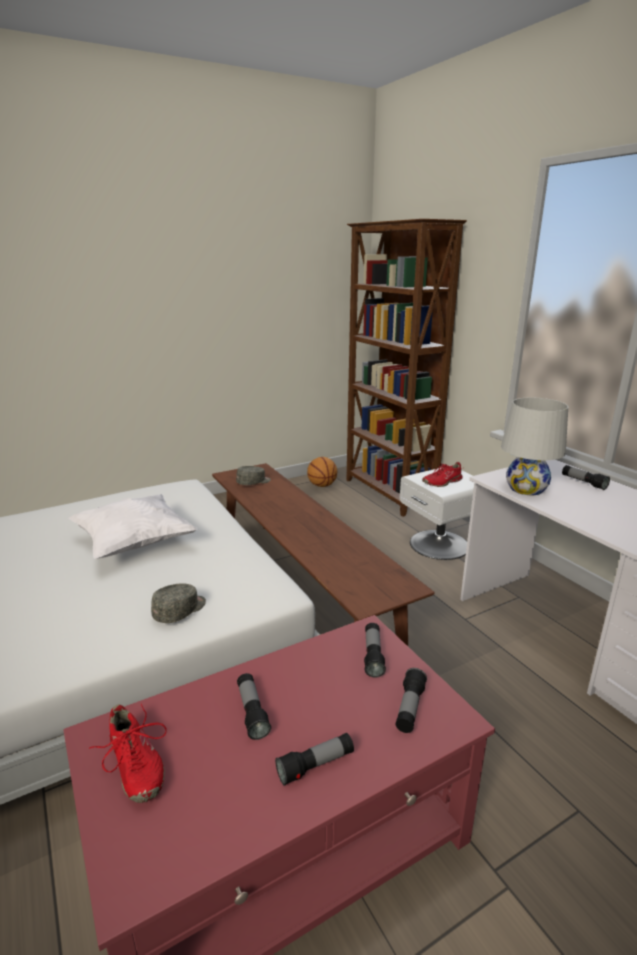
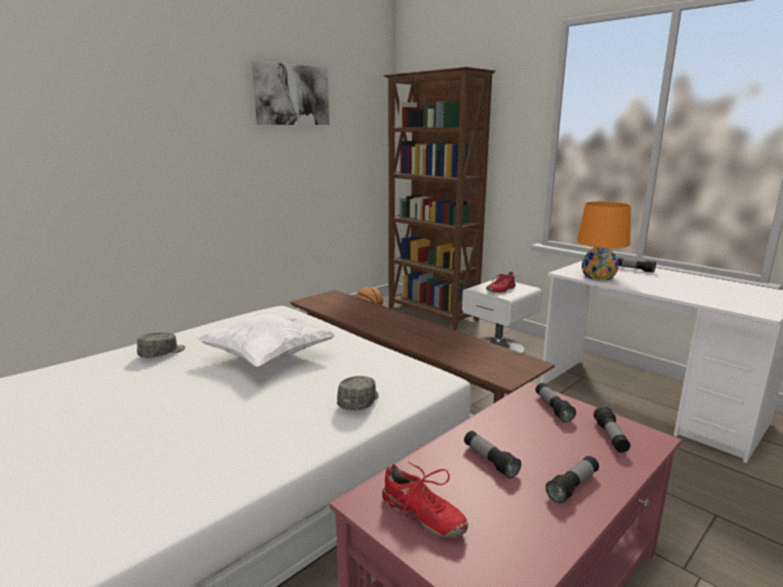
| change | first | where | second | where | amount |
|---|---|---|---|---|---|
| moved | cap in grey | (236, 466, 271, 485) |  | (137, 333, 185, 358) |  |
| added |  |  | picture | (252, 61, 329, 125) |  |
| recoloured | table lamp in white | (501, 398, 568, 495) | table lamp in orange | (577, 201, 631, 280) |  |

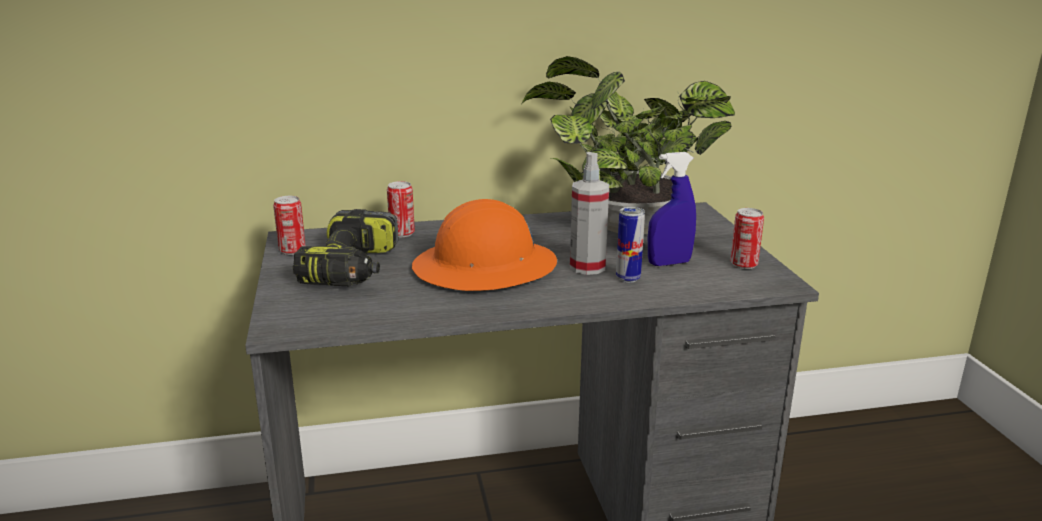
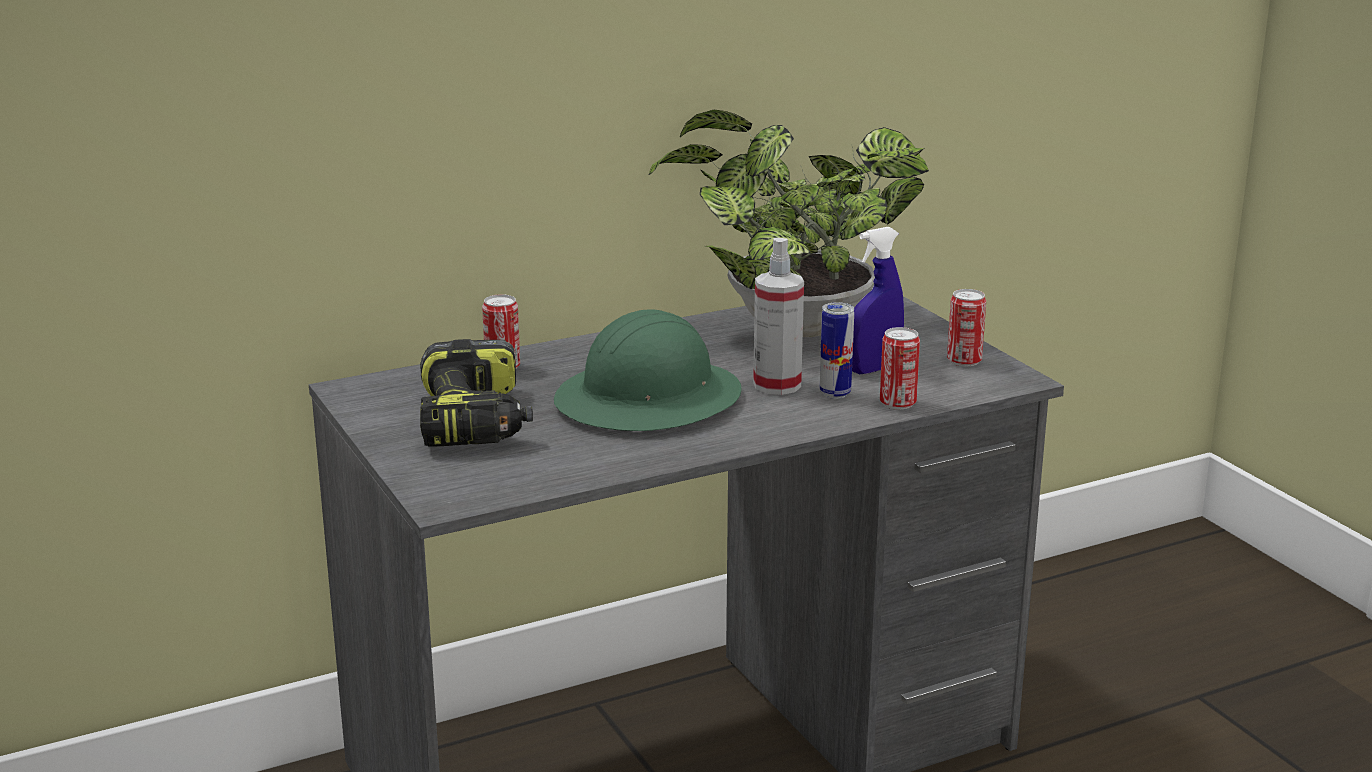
| change | first | where | second | where | amount |
|---|---|---|---|---|---|
| recoloured | hard hat in orange | (412, 199, 557, 291) | hard hat in green | (554, 309, 742, 431) |  |
| moved | can | (273, 196, 306, 255) |  | (880, 327, 920, 410) |  |

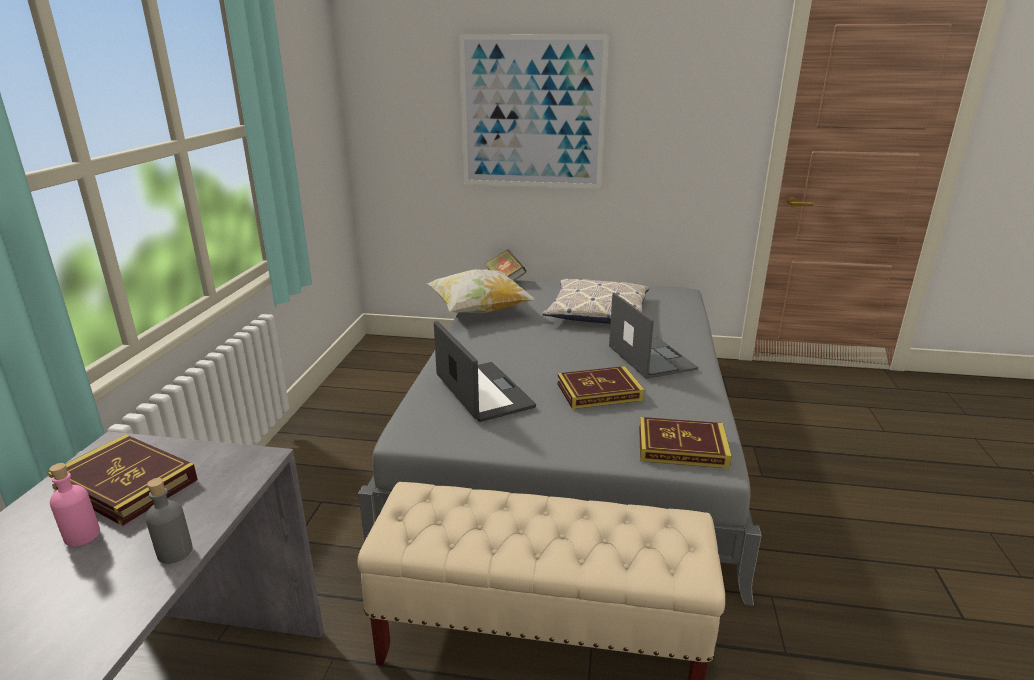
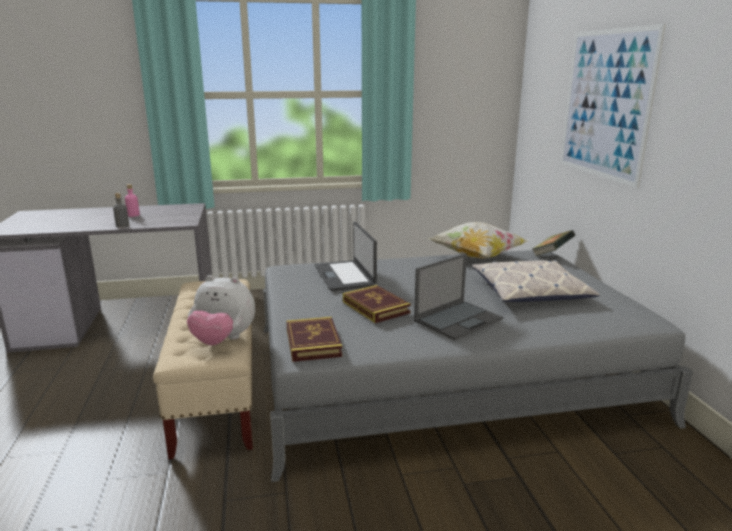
| change | first | where | second | where | amount |
|---|---|---|---|---|---|
| added |  |  | plush toy | (187, 275, 255, 345) |  |
| turned | laptop | (434, 321, 536, 422) |  | (315, 222, 377, 291) | 120 degrees clockwise |
| removed | book | (48, 434, 198, 526) |  |  |  |

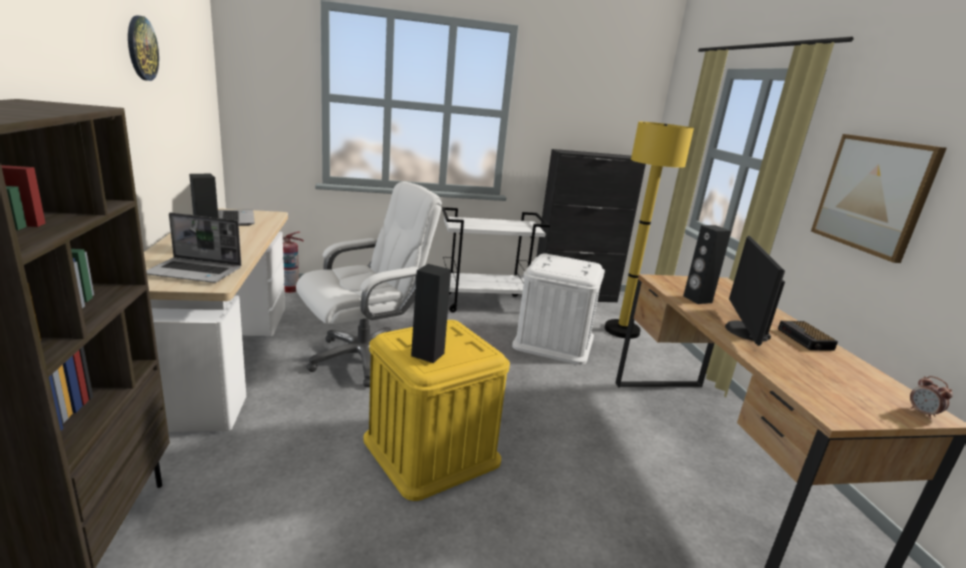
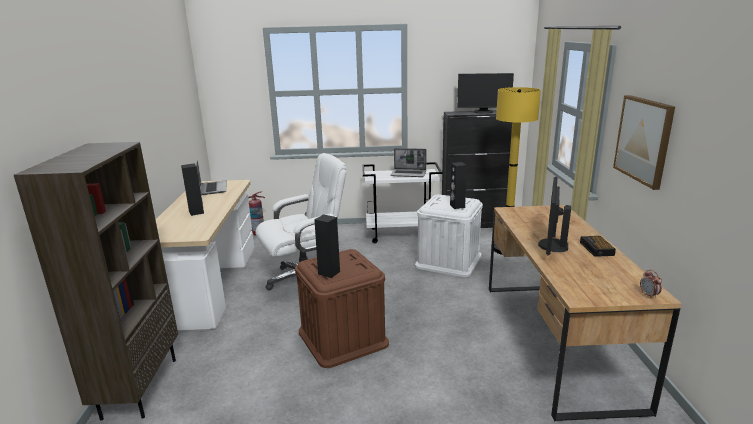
| change | first | where | second | where | amount |
|---|---|---|---|---|---|
| recoloured | storage box in yellow | (363, 320, 510, 501) | storage box in brown | (295, 249, 389, 368) |  |
| moved | laptop | (146, 213, 241, 283) |  | (390, 148, 427, 177) |  |
| moved | speaker in black | (683, 225, 731, 304) |  | (450, 162, 467, 209) |  |
| added |  |  | monitor | (457, 73, 514, 114) |  |
| removed | wall clock | (128, 15, 159, 81) |  |  |  |

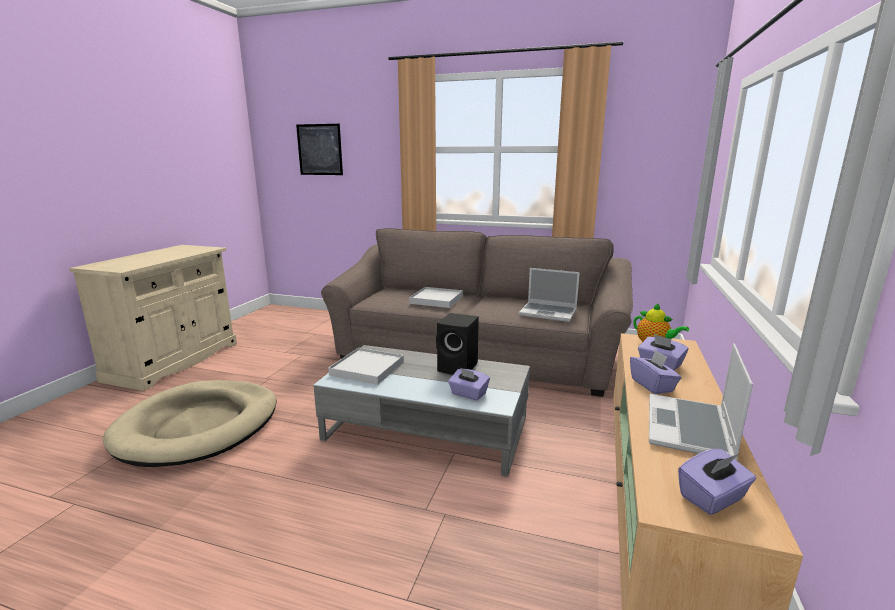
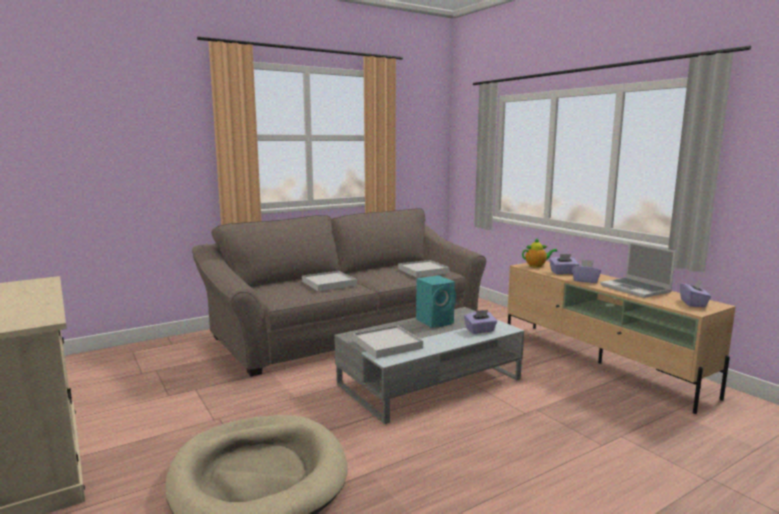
| change | first | where | second | where | amount |
|---|---|---|---|---|---|
| replaced | laptop | (519, 268, 580, 322) | tray in white | (398, 260, 450, 277) |  |
| recoloured | speaker in black | (436, 313, 479, 375) | speaker in turquoise | (416, 275, 456, 328) |  |
| removed | picture | (296, 124, 343, 175) |  |  |  |

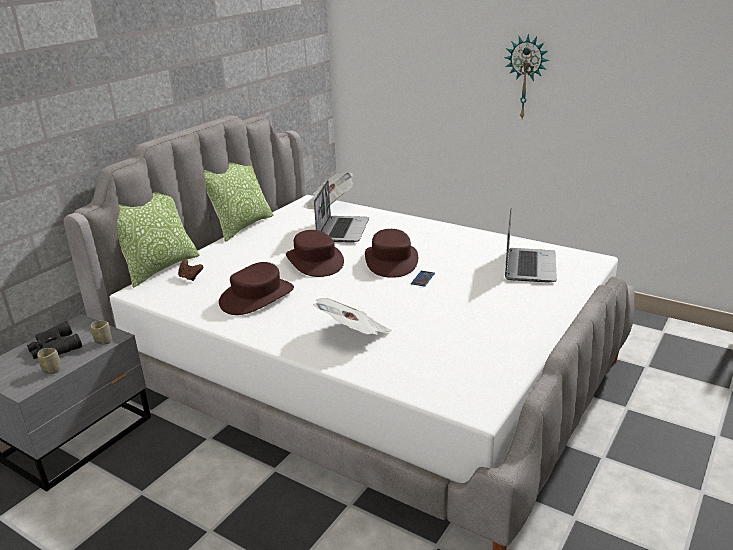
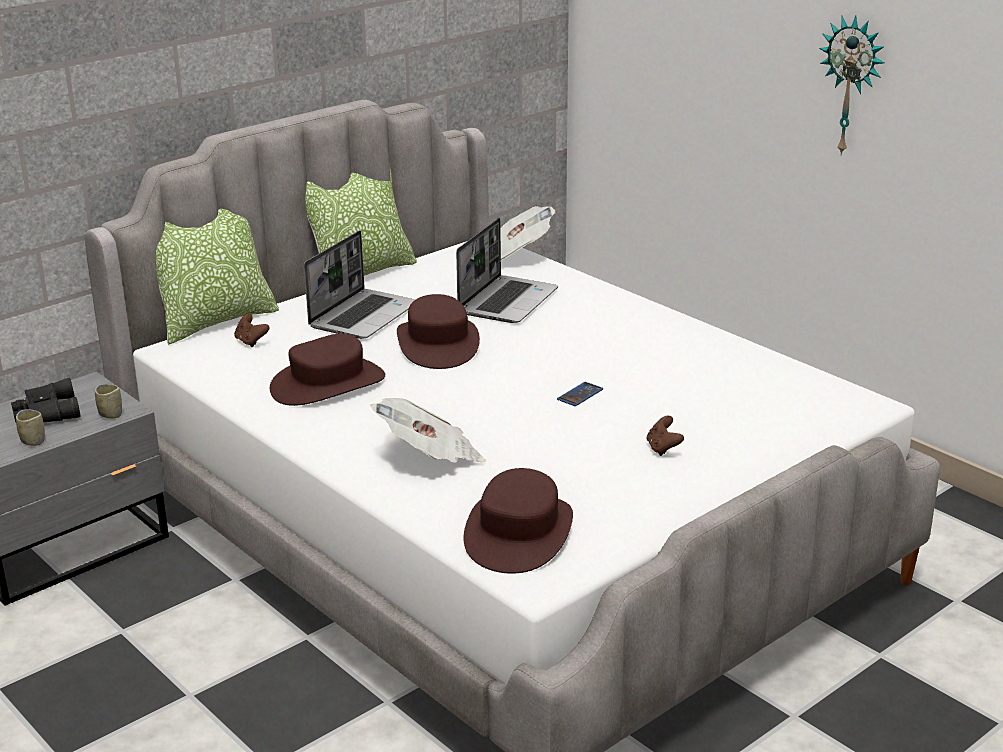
| change | first | where | second | where | amount |
|---|---|---|---|---|---|
| moved | laptop | (505, 208, 557, 283) |  | (304, 230, 415, 339) |  |
| moved | hat in brown | (365, 229, 418, 278) |  | (464, 468, 573, 574) |  |
| added |  |  | game controller in brown | (647, 416, 684, 456) |  |

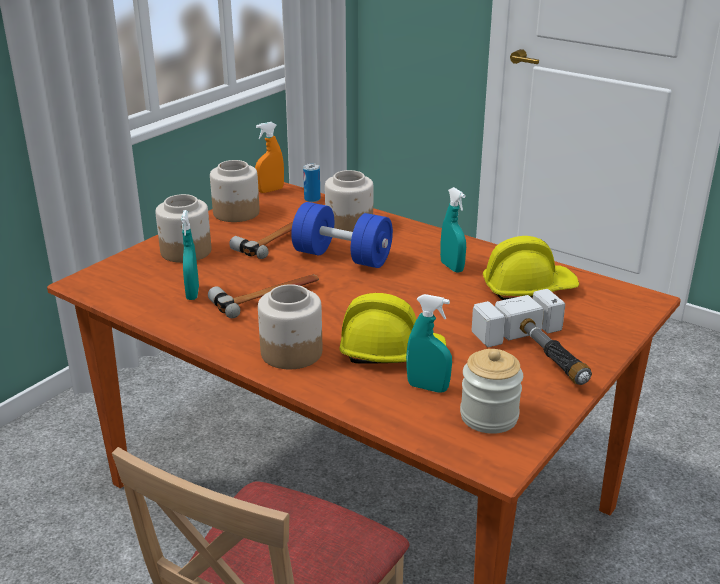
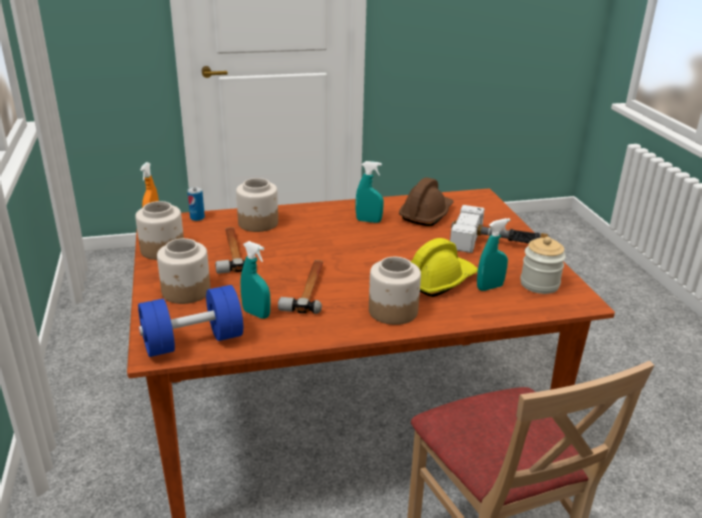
| change | first | where | second | where | amount |
|---|---|---|---|---|---|
| moved | dumbbell in blue | (291, 202, 393, 268) |  | (138, 285, 243, 357) |  |
| recoloured | hard hat in yellow | (483, 236, 579, 300) | hard hat in brown | (399, 177, 454, 226) |  |

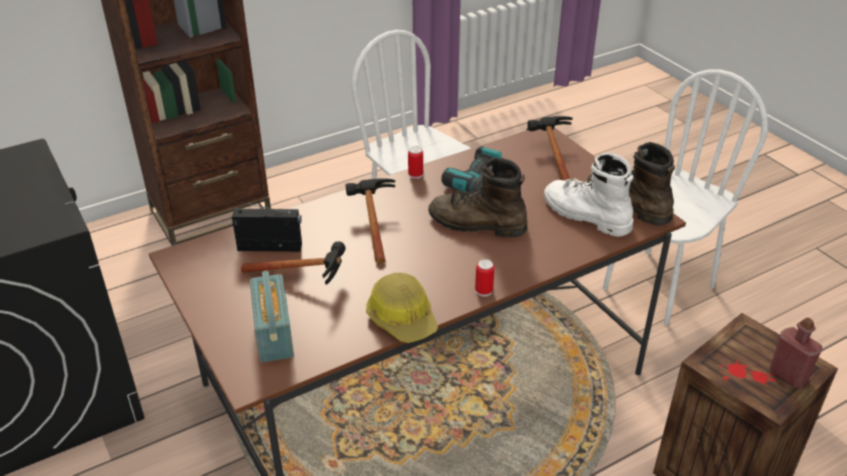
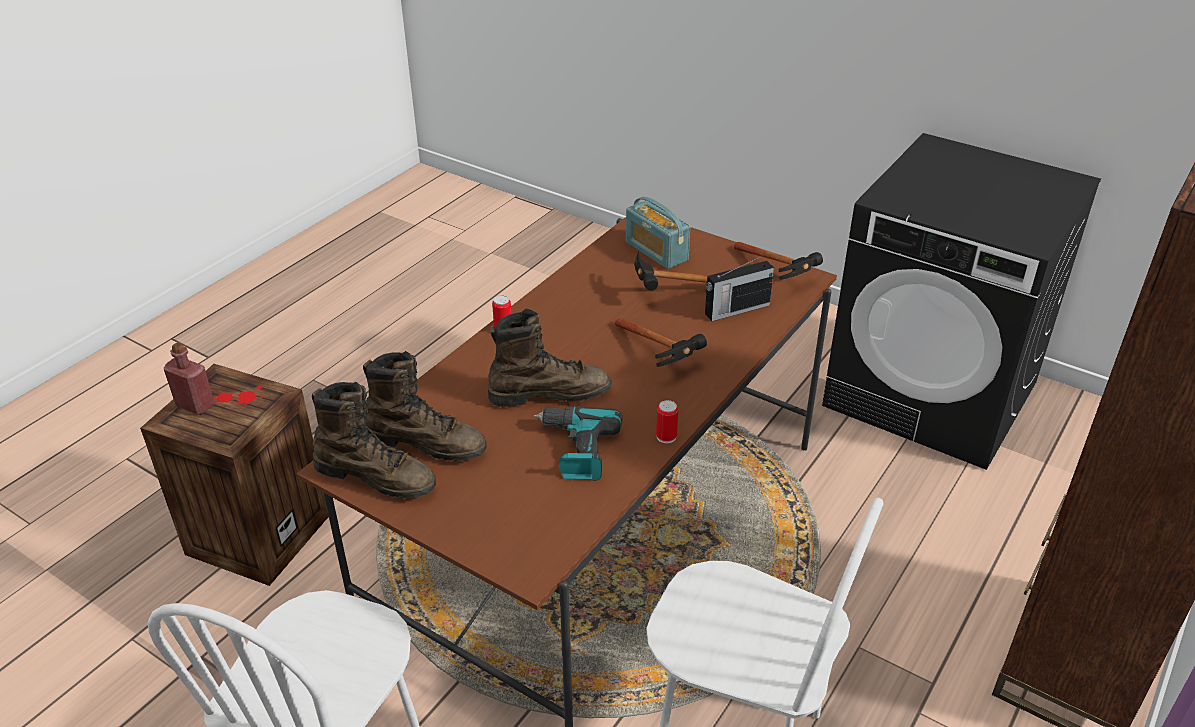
| change | first | where | second | where | amount |
|---|---|---|---|---|---|
| recoloured | boot in white | (544, 152, 633, 237) | boot in brown | (363, 351, 487, 461) |  |
| moved | hammer | (528, 116, 573, 181) |  | (734, 242, 823, 280) |  |
| removed | hard hat | (366, 273, 438, 343) |  |  |  |

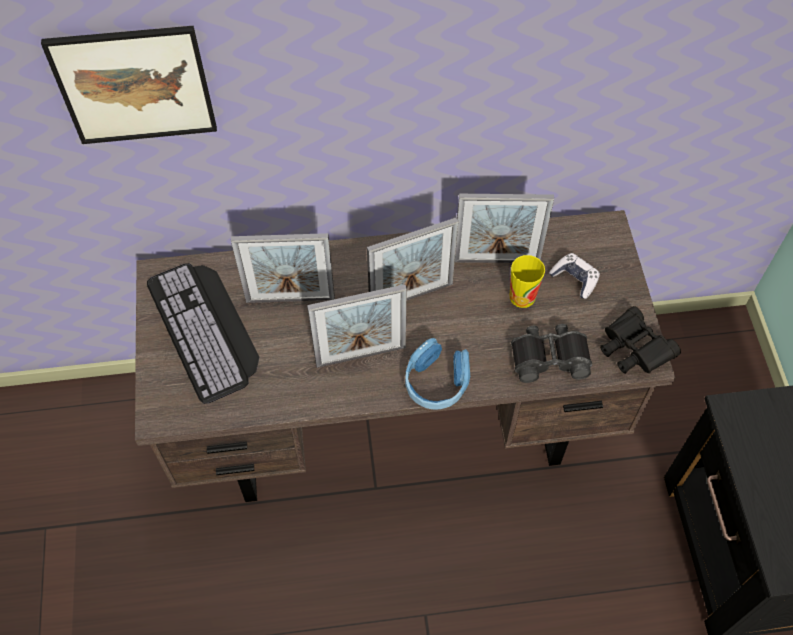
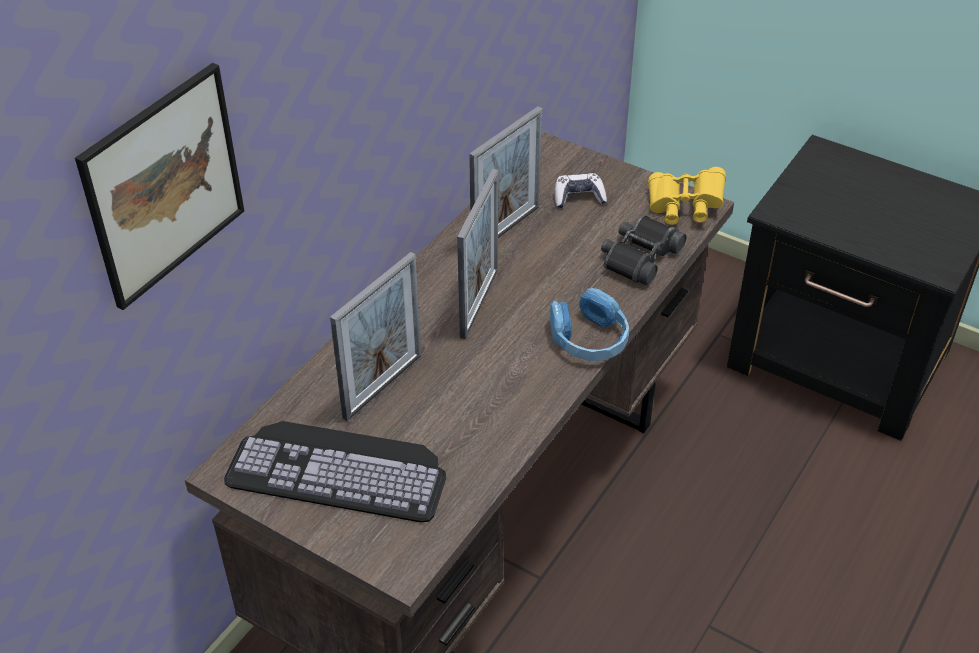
| change | first | where | second | where | amount |
|---|---|---|---|---|---|
| recoloured | binoculars in black | (600, 306, 681, 374) | binoculars in yellow | (648, 167, 726, 225) |  |
| removed | picture frame | (307, 284, 407, 368) |  |  |  |
| removed | cup | (510, 255, 545, 308) |  |  |  |

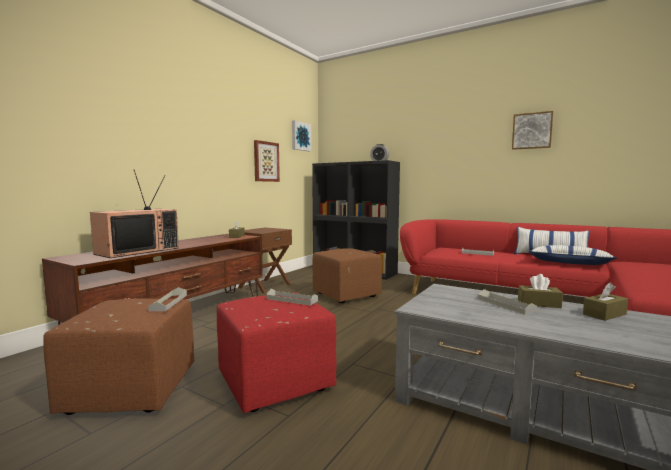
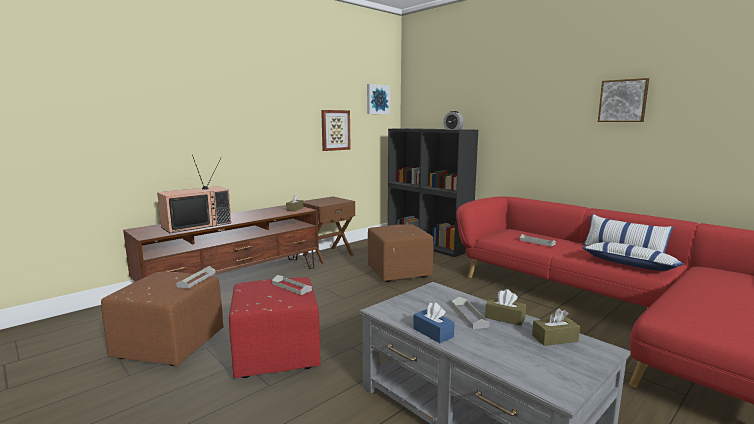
| change | first | where | second | where | amount |
|---|---|---|---|---|---|
| added |  |  | tissue box in blue | (413, 302, 455, 343) |  |

